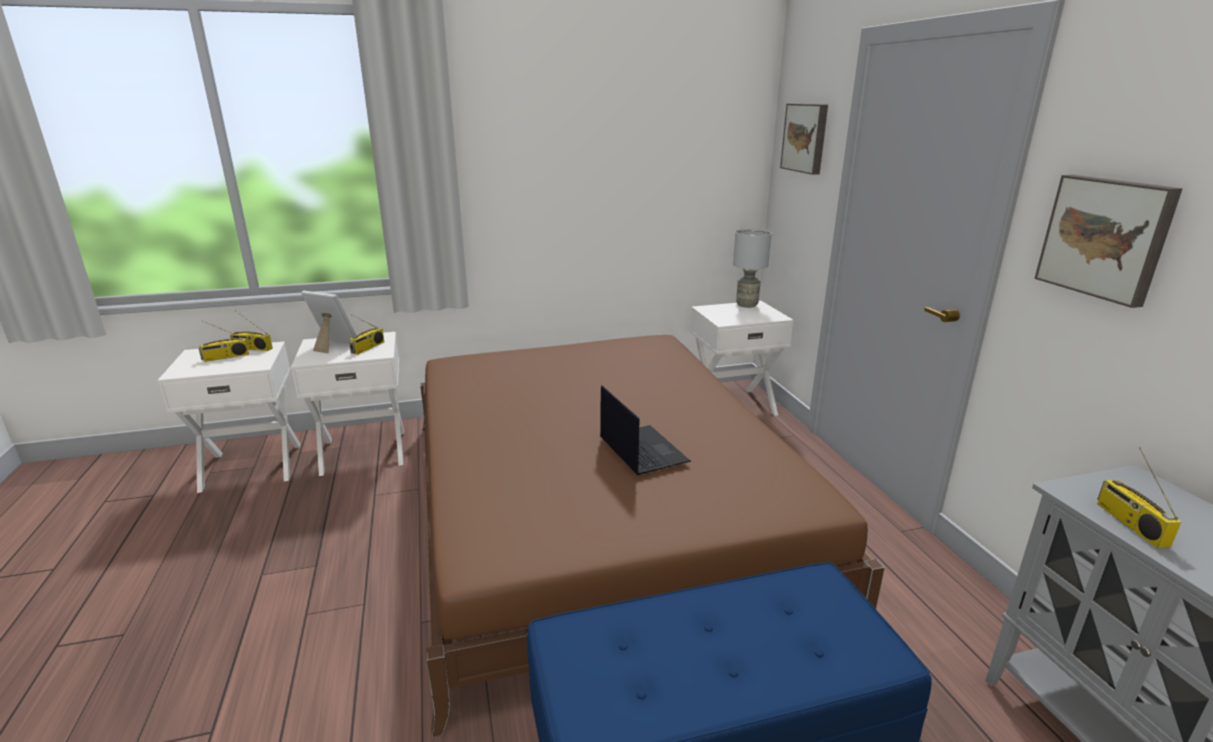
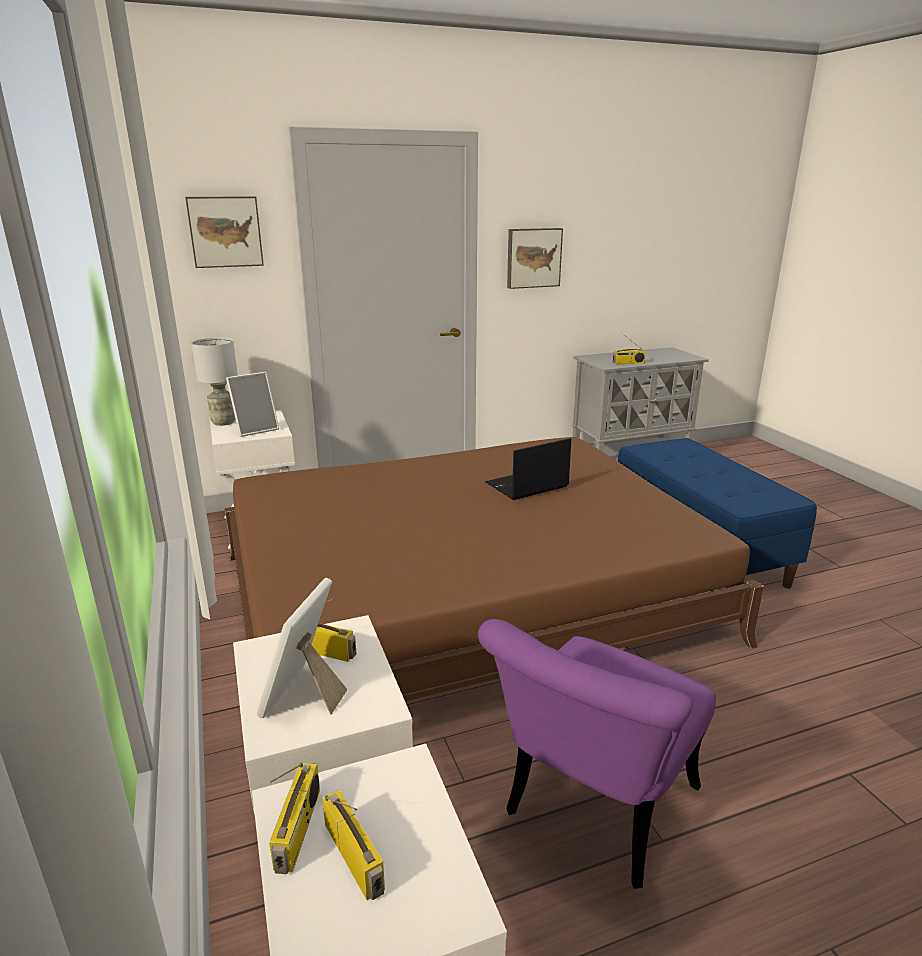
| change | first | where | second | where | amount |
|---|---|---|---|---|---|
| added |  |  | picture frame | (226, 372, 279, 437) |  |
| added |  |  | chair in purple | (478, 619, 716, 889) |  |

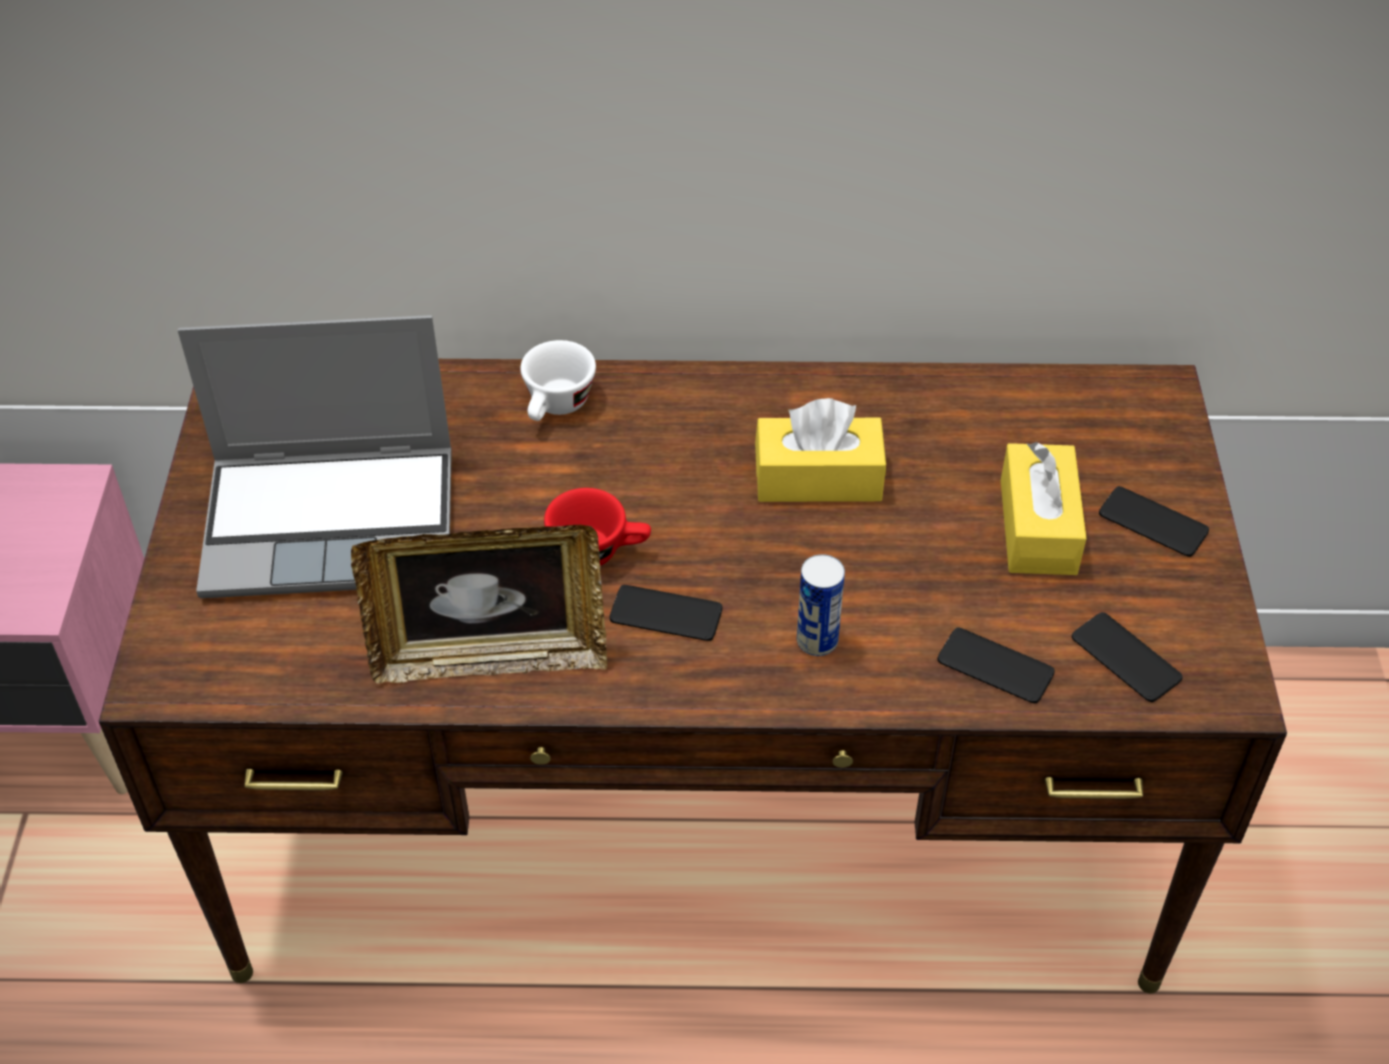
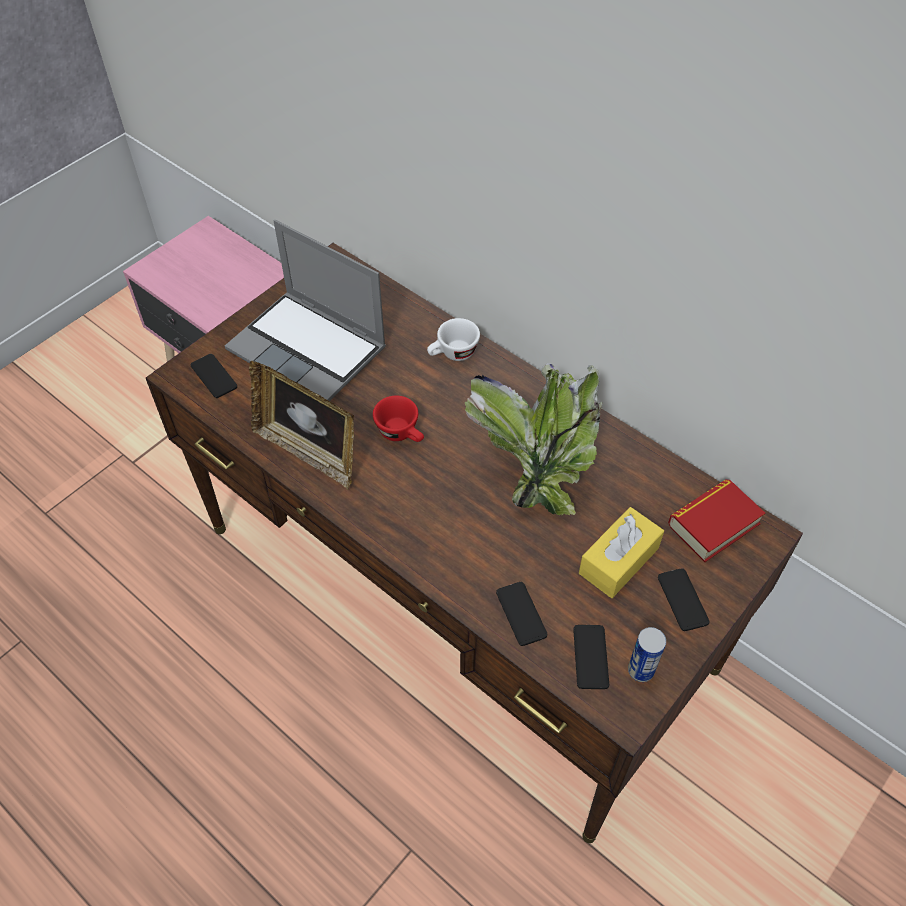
| change | first | where | second | where | amount |
|---|---|---|---|---|---|
| moved | phone | (610, 585, 722, 641) |  | (191, 354, 237, 398) |  |
| replaced | tissue box in yellow | (755, 398, 886, 502) | potted plant | (465, 363, 603, 515) |  |
| moved | can | (797, 554, 845, 656) |  | (628, 627, 666, 682) |  |
| added |  |  | book | (668, 479, 765, 562) |  |

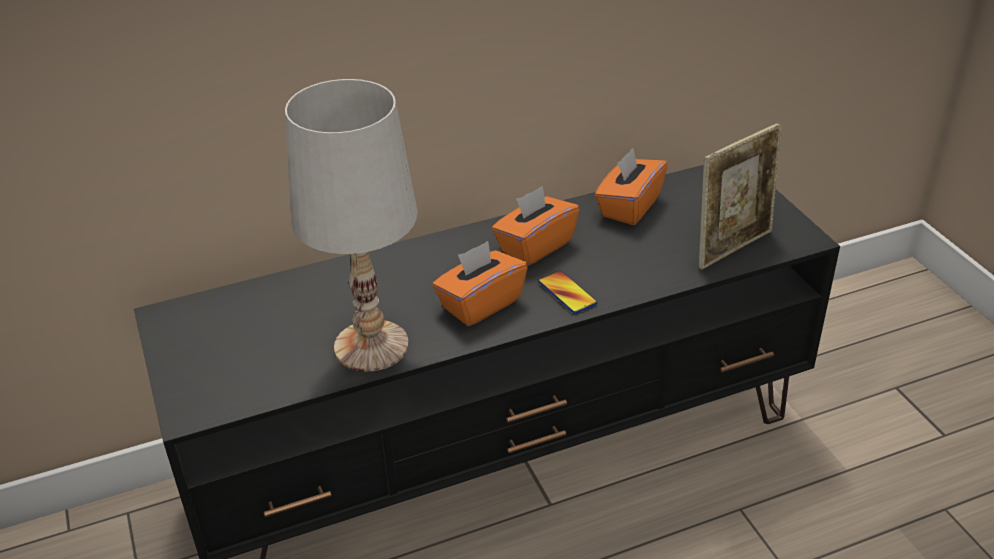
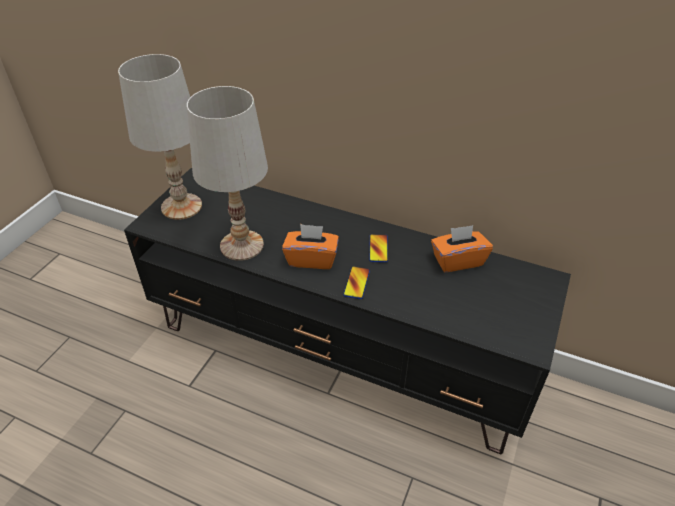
| change | first | where | second | where | amount |
|---|---|---|---|---|---|
| added |  |  | table lamp in white | (118, 54, 202, 220) |  |
| replaced | tissue box in orange | (492, 186, 580, 266) | phone | (369, 234, 388, 262) |  |
| removed | picture frame | (699, 123, 782, 270) |  |  |  |

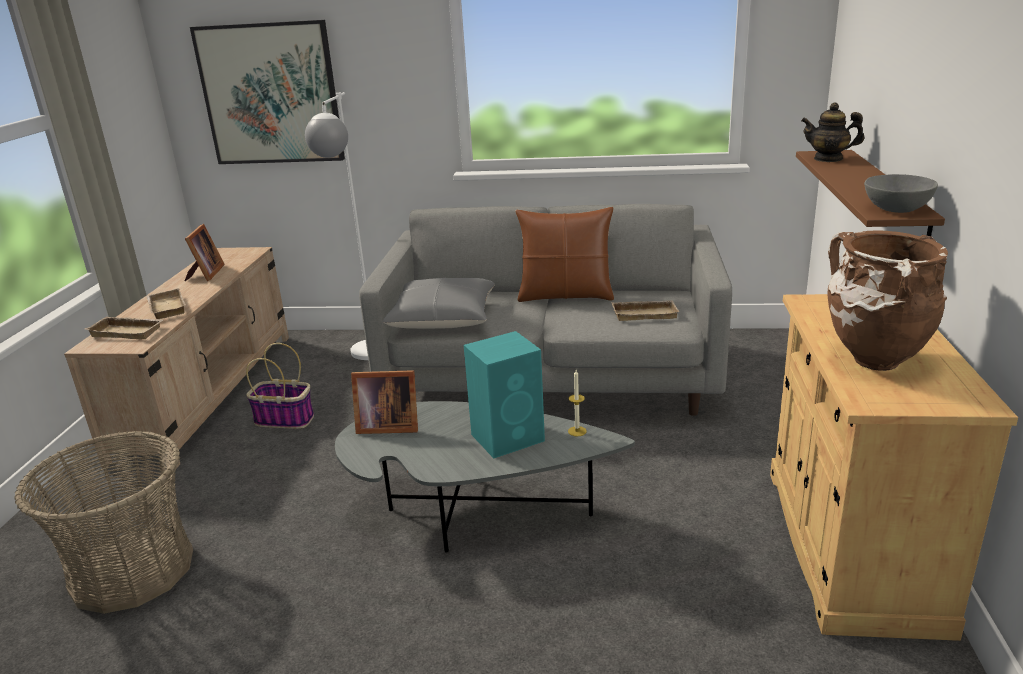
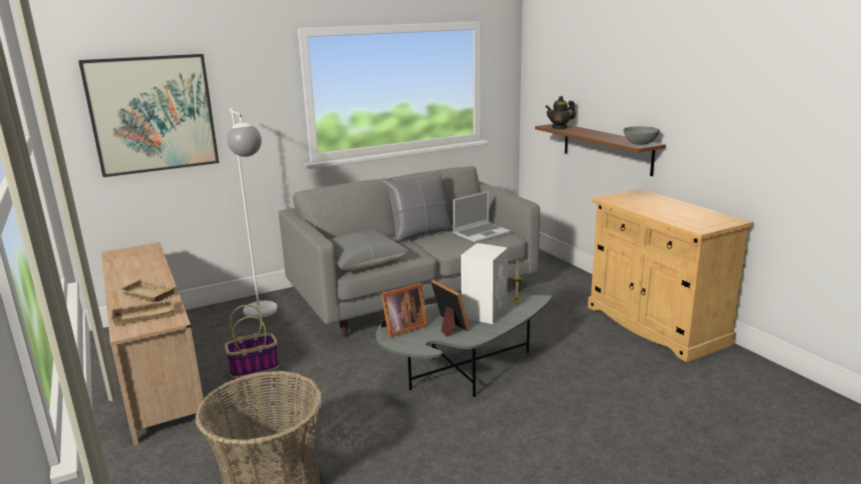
| change | first | where | second | where | amount |
|---|---|---|---|---|---|
| recoloured | pillow in brown | (515, 207, 614, 302) | pillow in grey | (383, 171, 453, 243) |  |
| moved | picture frame | (185, 224, 225, 281) |  | (431, 280, 470, 337) |  |
| replaced | tray in beige | (611, 300, 679, 321) | laptop | (453, 191, 511, 243) |  |
| recoloured | speaker in turquoise | (464, 331, 545, 458) | speaker in white | (461, 243, 508, 324) |  |
| removed | vase in brown | (827, 231, 948, 371) |  |  |  |

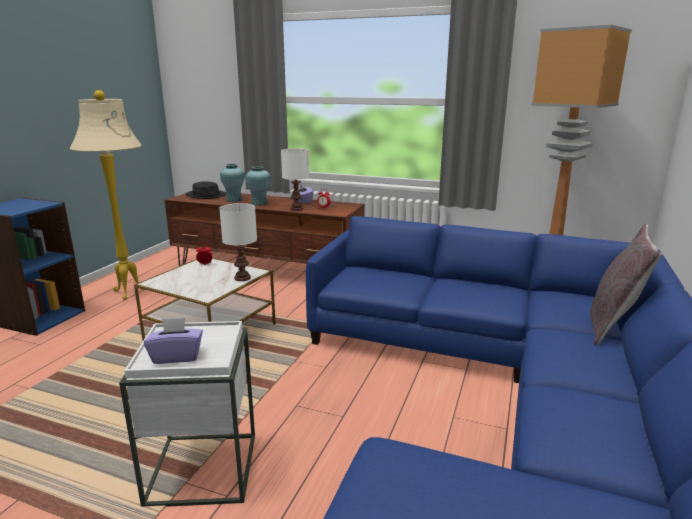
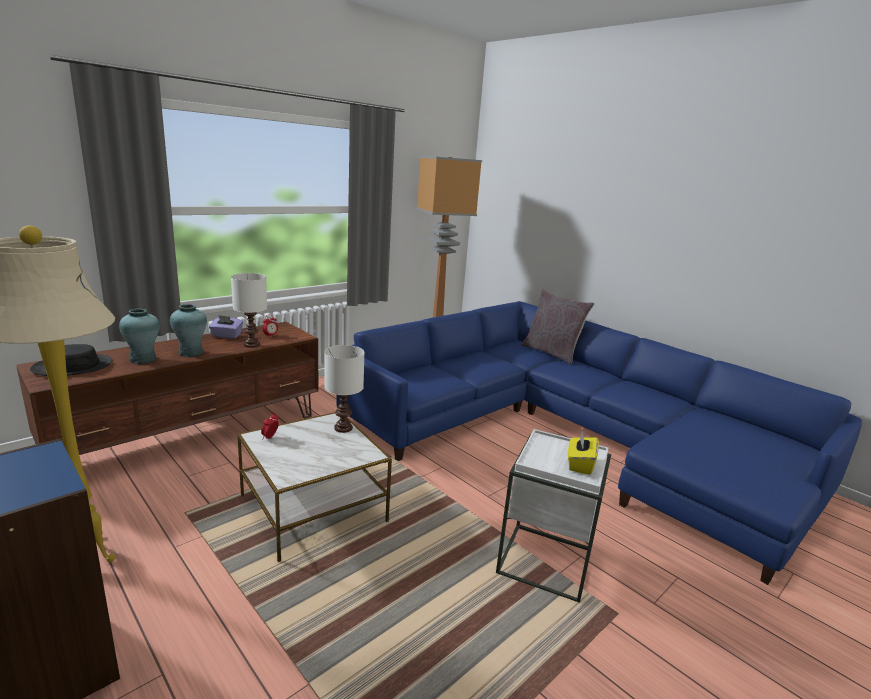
| change | first | where | second | where | amount |
|---|---|---|---|---|---|
| recoloured | tissue box in purple | (144, 318, 203, 364) | tissue box in yellow | (568, 431, 599, 475) |  |

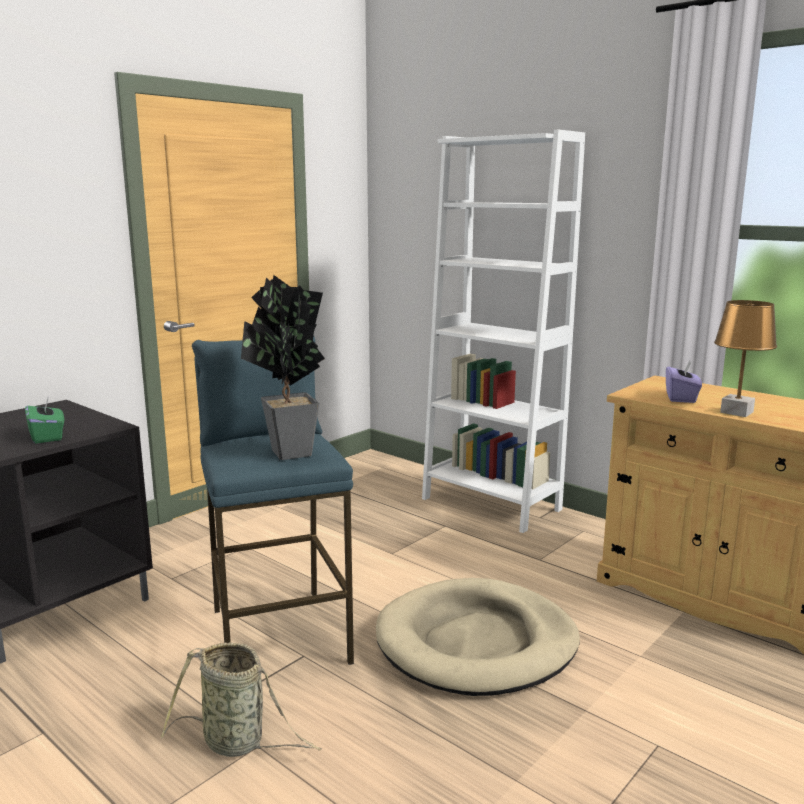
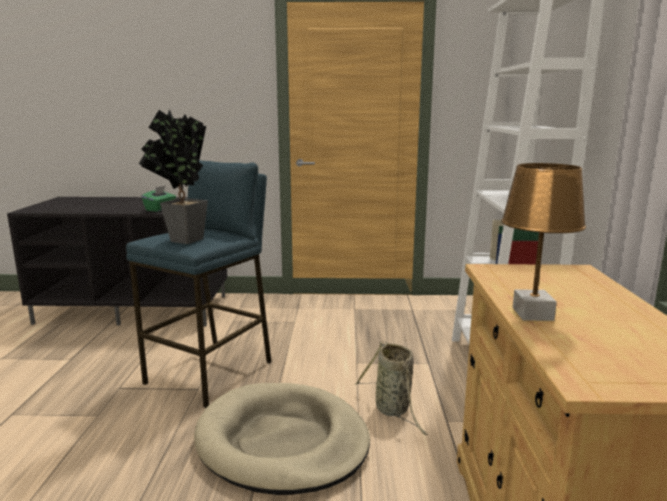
| change | first | where | second | where | amount |
|---|---|---|---|---|---|
| moved | basket | (161, 642, 322, 757) |  | (355, 341, 428, 435) |  |
| removed | tissue box in purple | (666, 361, 702, 403) |  |  |  |

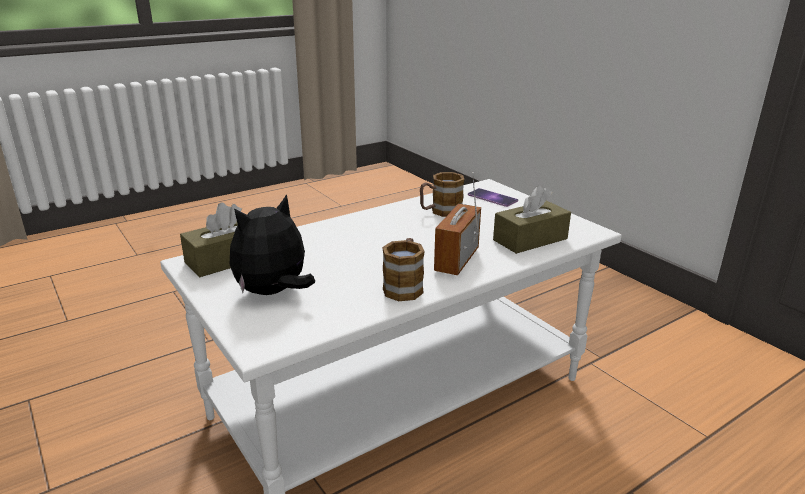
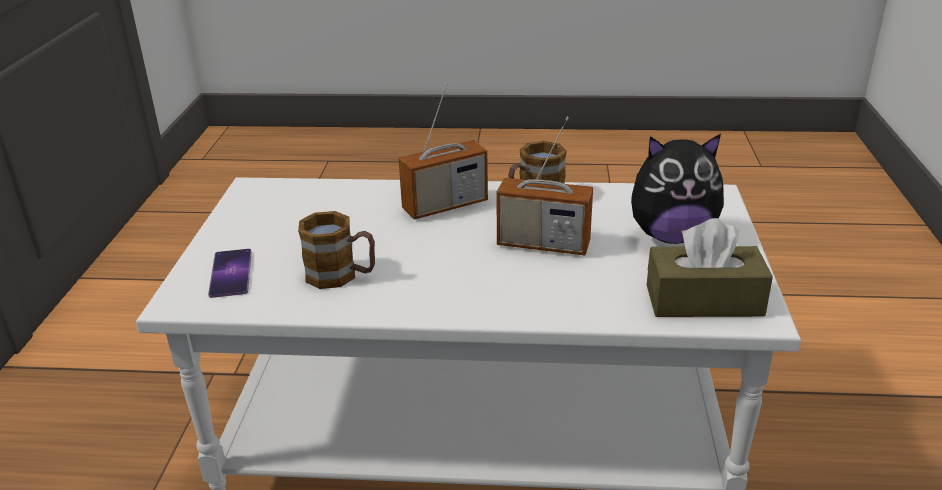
| change | first | where | second | where | amount |
|---|---|---|---|---|---|
| added |  |  | radio | (496, 117, 593, 255) |  |
| removed | tissue box in brown | (493, 186, 571, 254) |  |  |  |

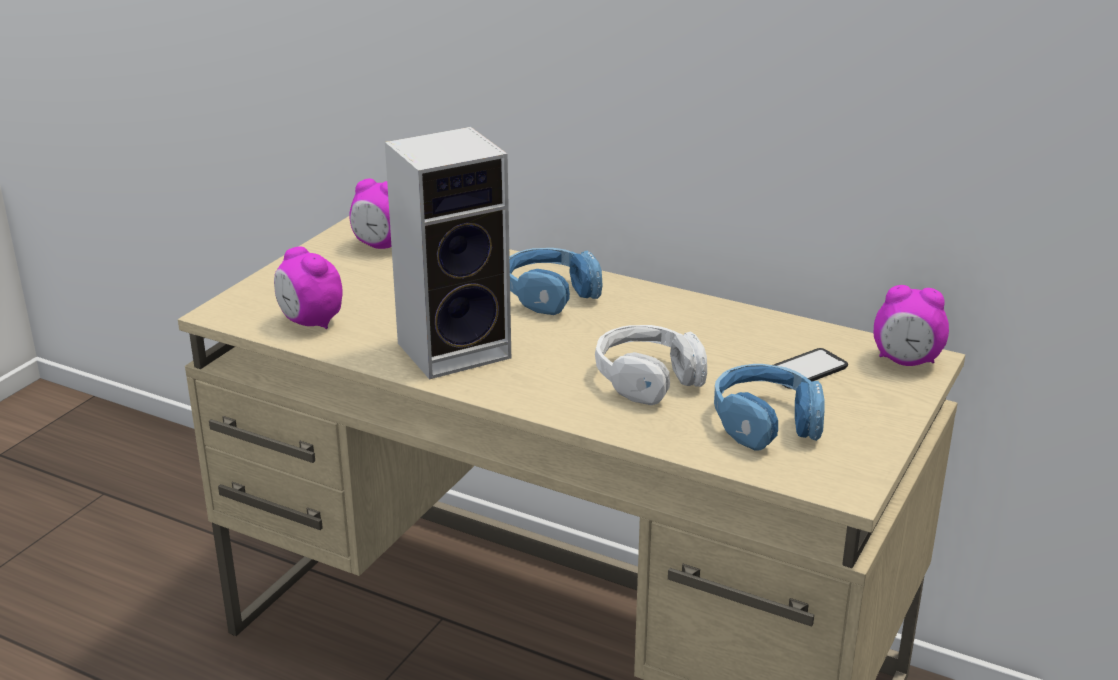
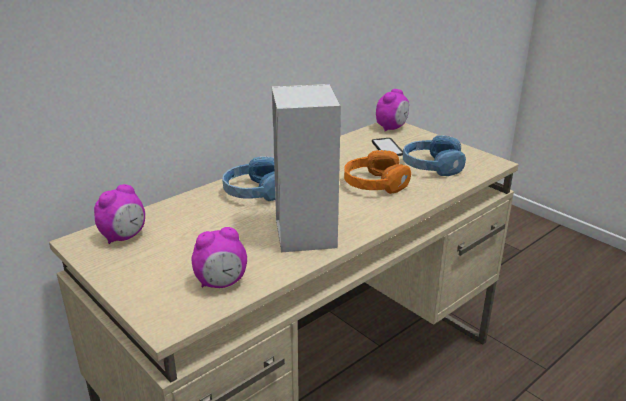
| change | first | where | second | where | amount |
|---|---|---|---|---|---|
| recoloured | headphones in white | (595, 325, 707, 405) | headphones in orange | (344, 150, 411, 194) |  |

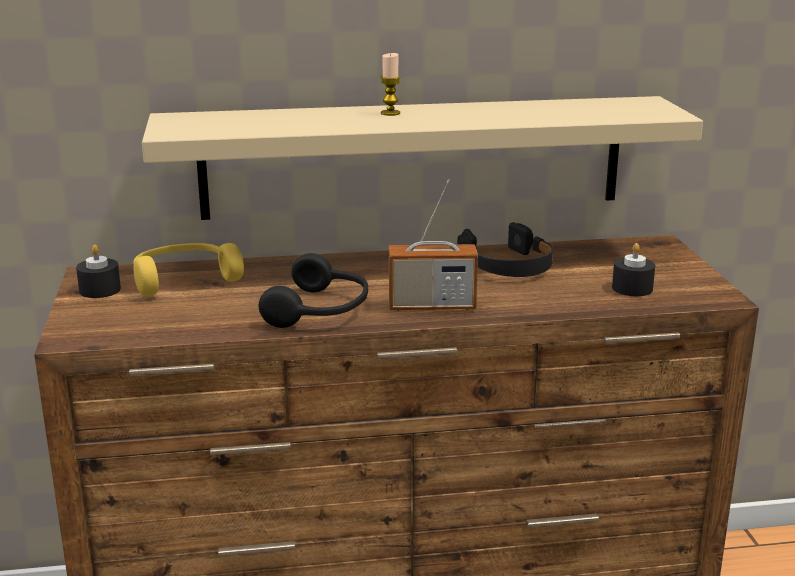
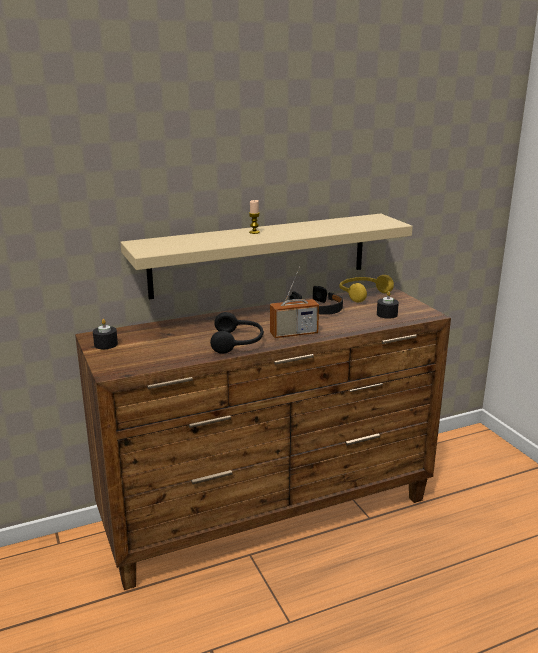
| change | first | where | second | where | amount |
|---|---|---|---|---|---|
| moved | headphones in yellow | (134, 243, 244, 296) |  | (339, 275, 394, 303) |  |

